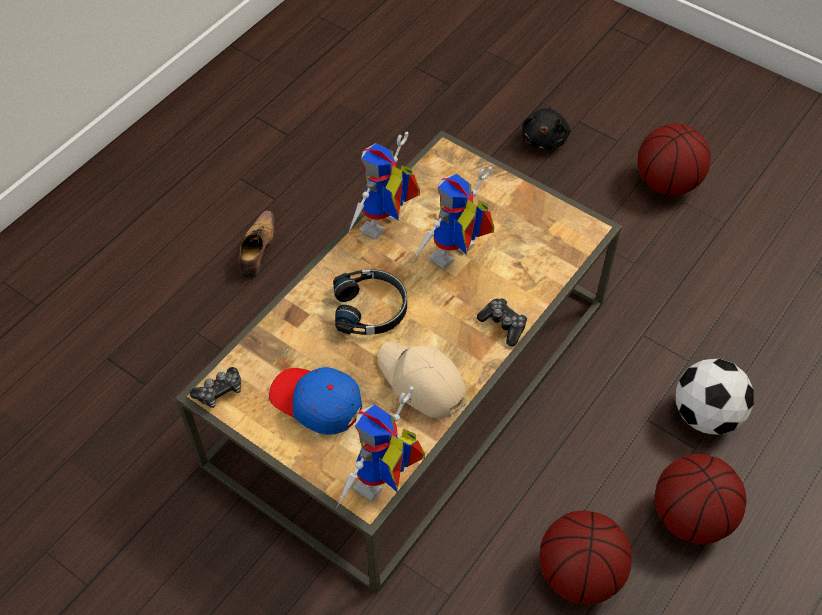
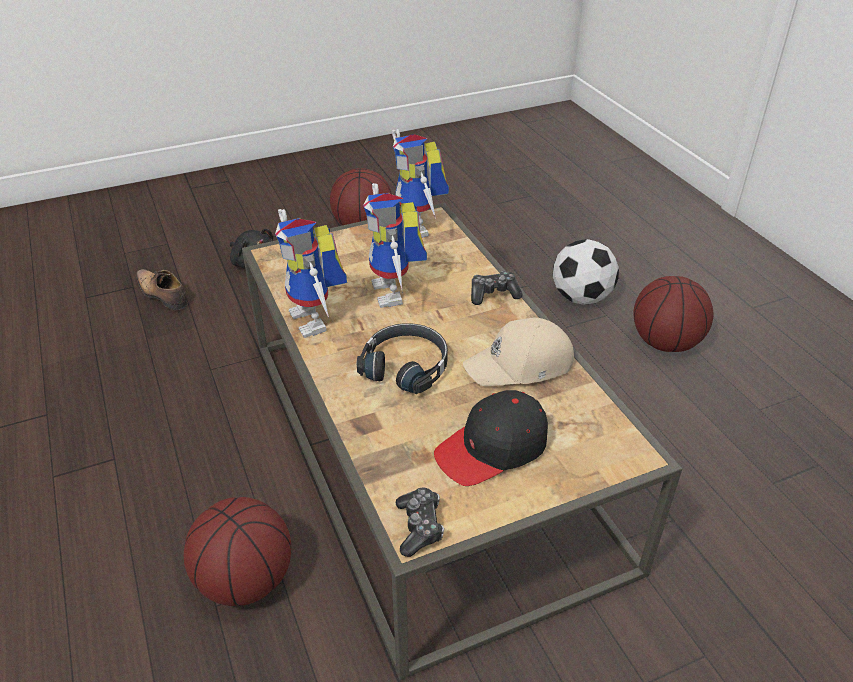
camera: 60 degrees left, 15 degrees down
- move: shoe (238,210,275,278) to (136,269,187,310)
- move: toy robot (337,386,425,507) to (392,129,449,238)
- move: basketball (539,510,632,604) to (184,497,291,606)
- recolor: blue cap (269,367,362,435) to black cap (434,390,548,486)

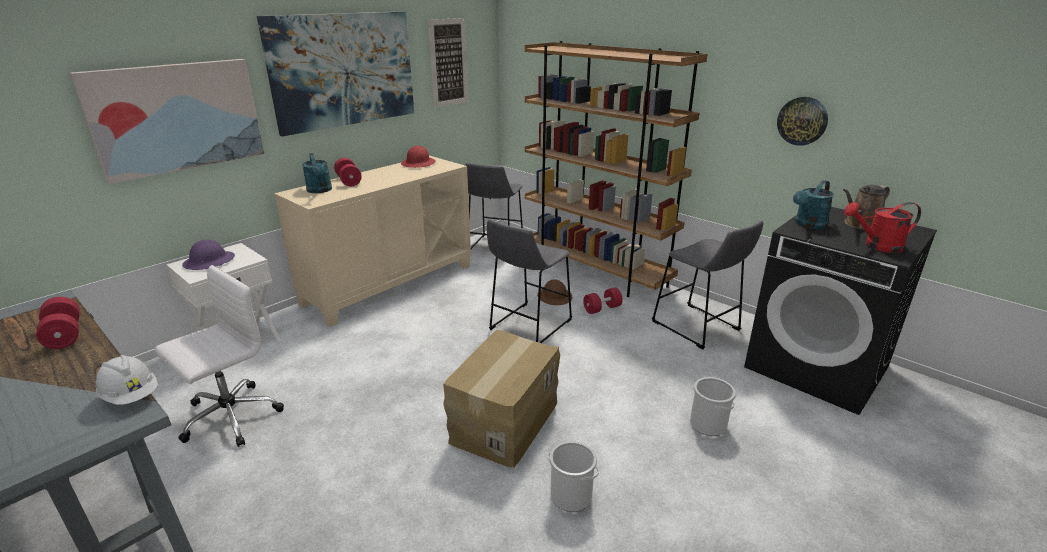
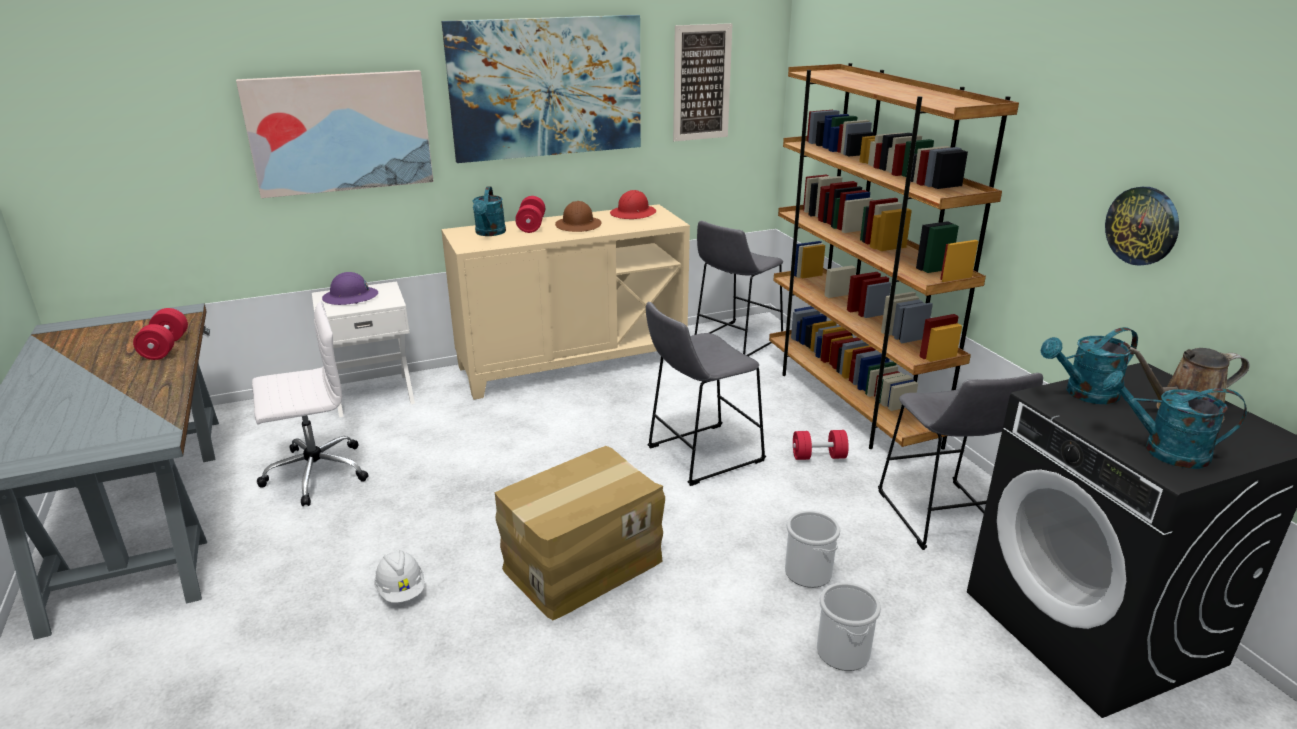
camera: 25 degrees right, 0 degrees up
- move: white hard hat (96,355,158,405) to (374,550,424,603)
- move: brown hard hat (537,279,572,305) to (555,201,601,232)
- move: bucket (548,441,599,512) to (785,511,841,588)
- recolor: red watering can (844,202,921,253) to turquoise watering can (1102,371,1247,469)

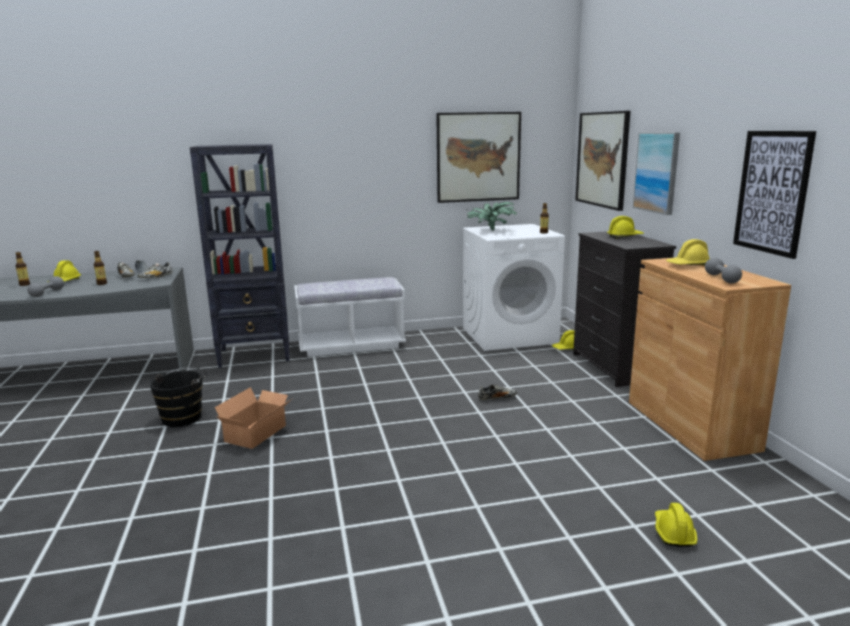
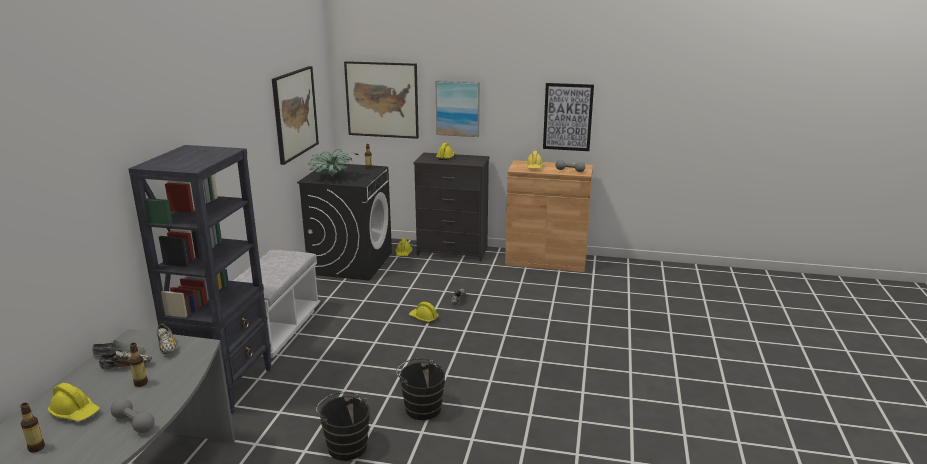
camera: 65 degrees left, 5 degrees up
- move: yellow hard hat (655,503,698,547) to (409,302,439,323)
- replace: cardboard box (215,387,293,449) to black bucket (396,359,445,420)
- recolor: white washing machine (462,224,565,351) to black washing machine (297,163,392,281)

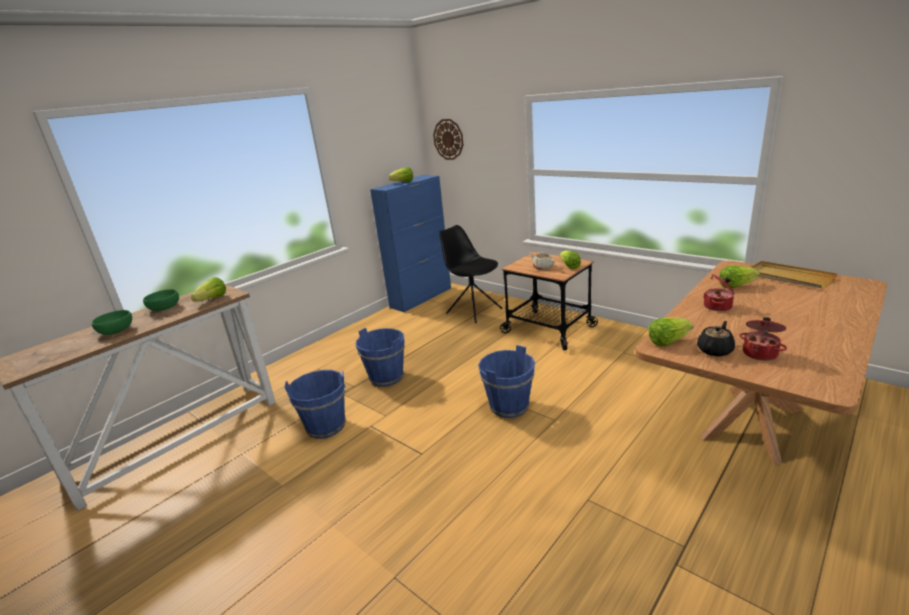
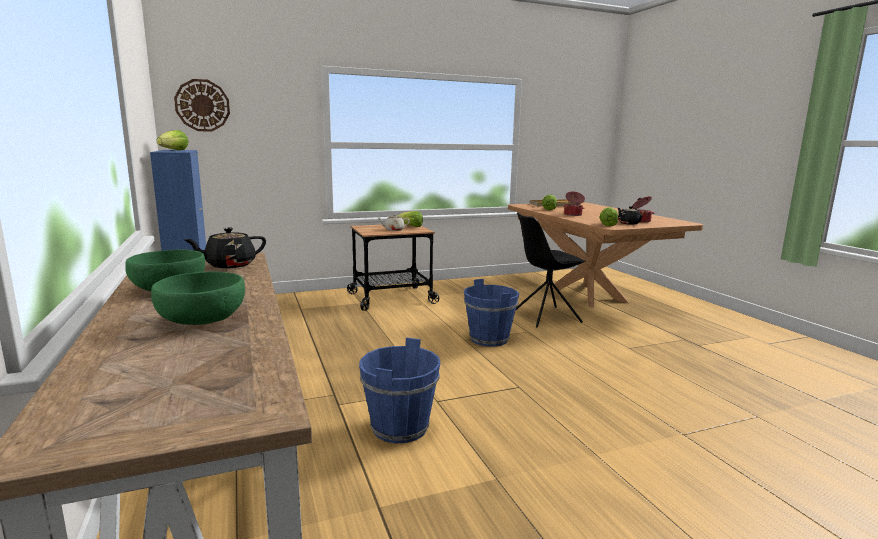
camera: 65 degrees left, 10 degrees down
- delete: blue bucket (356,328,405,387)
- move: black chair (439,225,502,323) to (515,212,587,328)
- replace: lettuce (191,277,226,302) to black teapot (184,228,266,268)

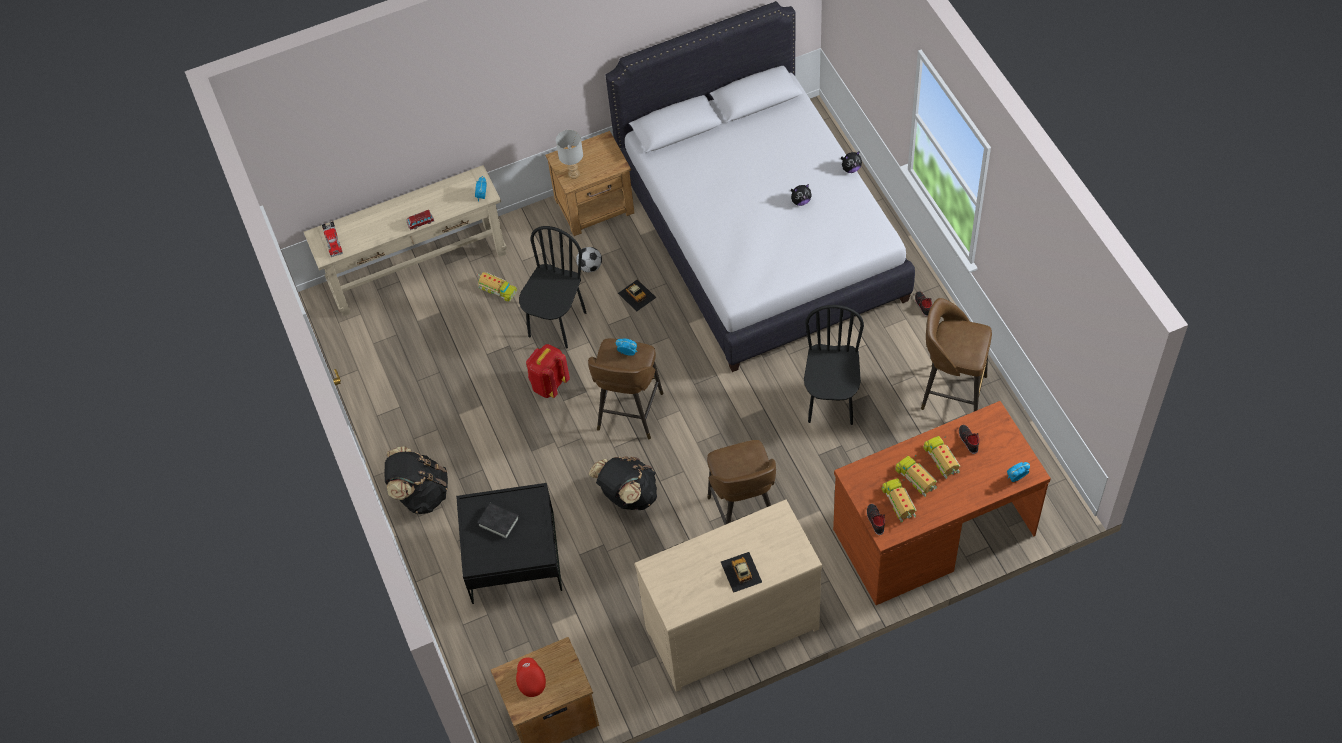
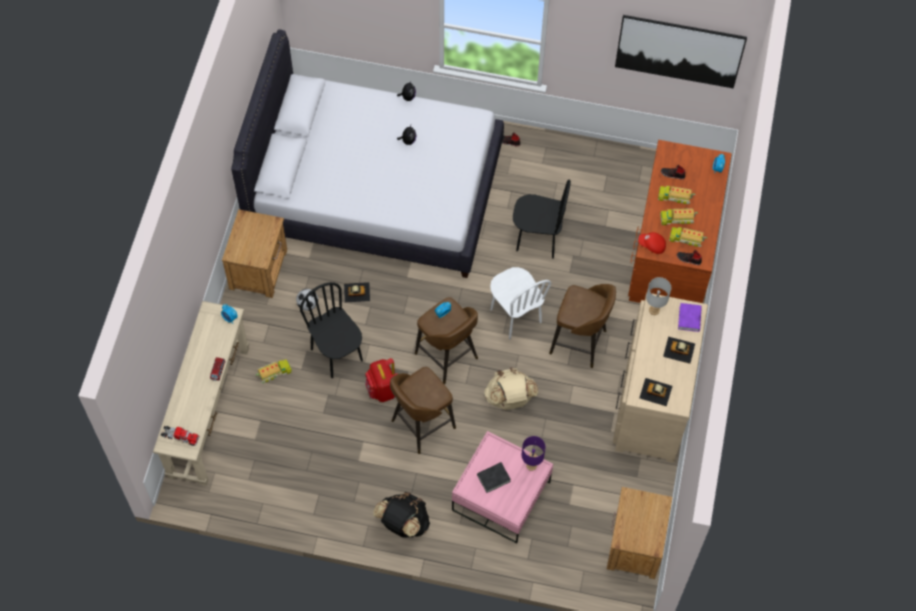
camera: 60 degrees left, 5 degrees up
- insert: white chair (490,267,551,340)
- insert: purple table lamp (522,436,545,471)
- insert: picture (615,15,747,89)
- insert: toy car (639,378,672,406)
- insert: purple book (678,303,702,332)
- move: red cap (516,657,546,697) to (638,232,666,254)
- move: grey table lamp (556,130,583,179) to (646,277,671,315)
- move: brown stool (921,298,992,411) to (390,367,456,454)
- recolor: black coffee table (456,483,562,604) to pink coffee table (452,431,553,543)
- recolor: black backpack (589,456,657,510) to beige backpack (484,368,538,410)
- rotate: black chair (804,305,864,425) = (513,180,571,259) 150 degrees clockwise

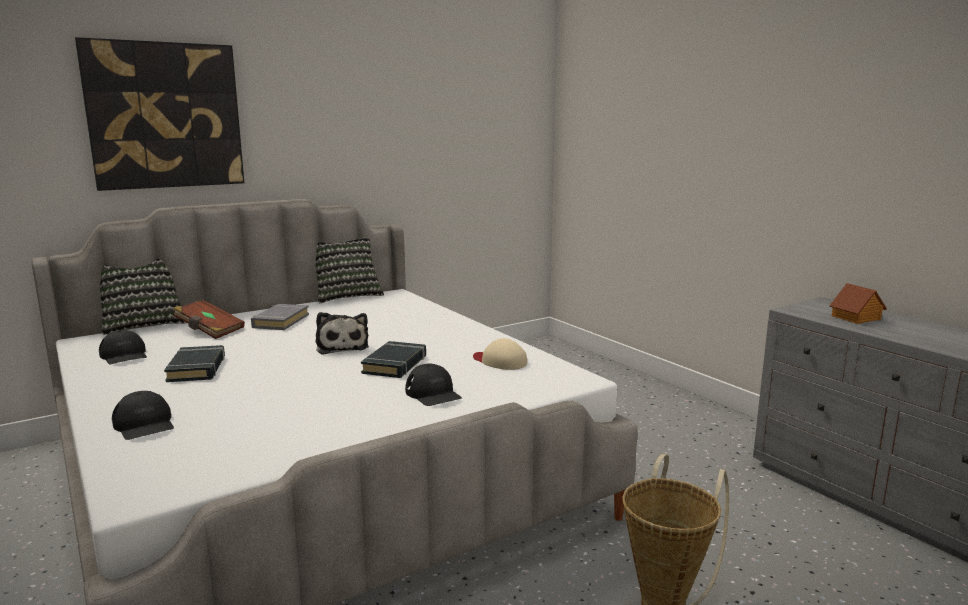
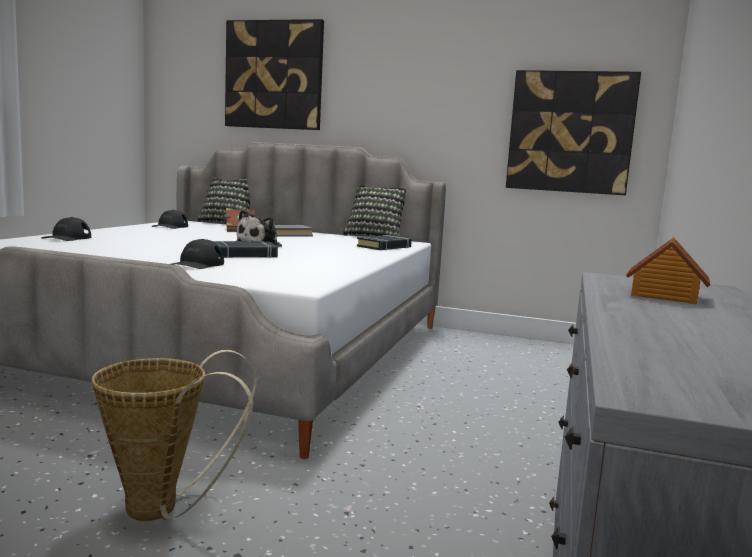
camera: 50 degrees right, 5 degrees down
- delete: beige cap (473,338,527,370)
- insert: picture (506,70,641,195)
- move: black book (164,345,225,382) to (357,235,412,250)

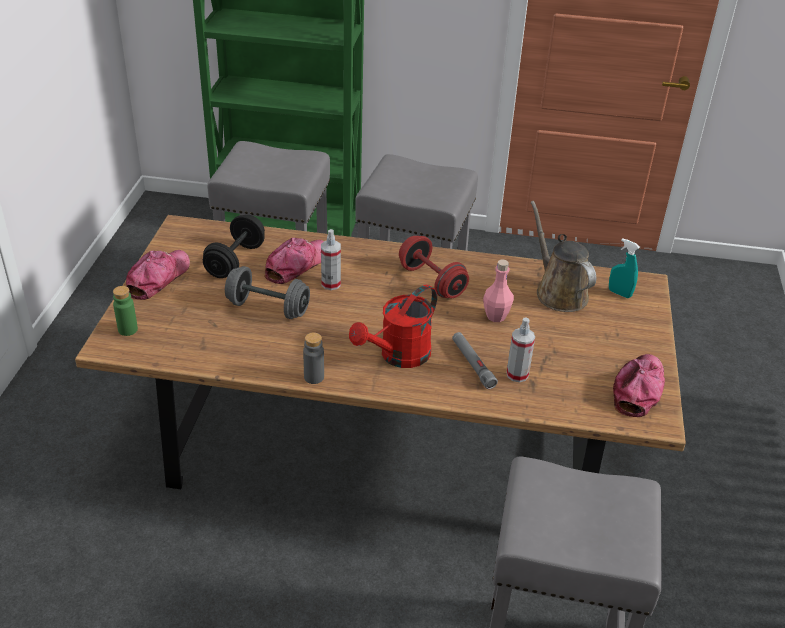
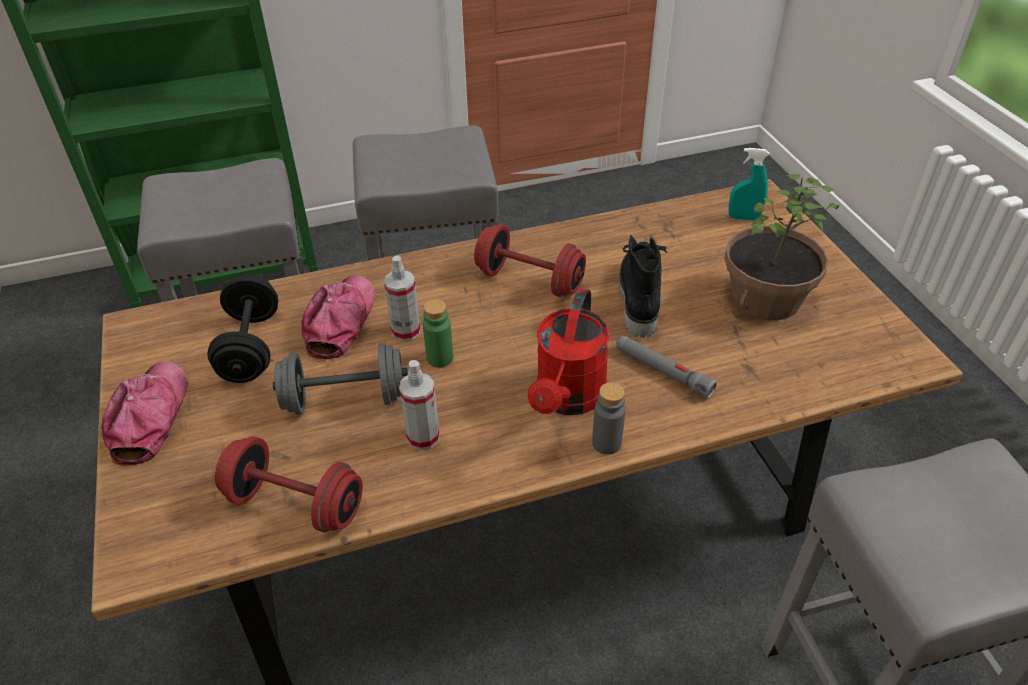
camera: 25 degrees left, 5 degrees up
- delete: brown watering can (530,201,596,312)
- delete: cap (613,354,665,417)
- insert: red dumbbell (215,436,363,532)
- insert: potted plant (725,174,839,320)
- move: green bottle (113,286,138,336) to (423,299,453,367)
- move: grey bottle (303,333,324,384) to (592,382,626,455)
- move: spray bottle (506,317,535,382) to (399,360,440,450)
- replace: pink bottle (483,260,514,322) to black boot (618,235,667,338)

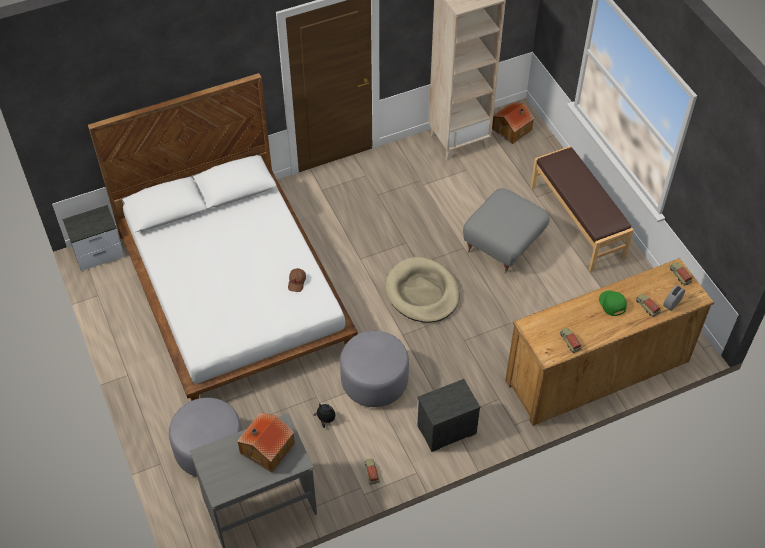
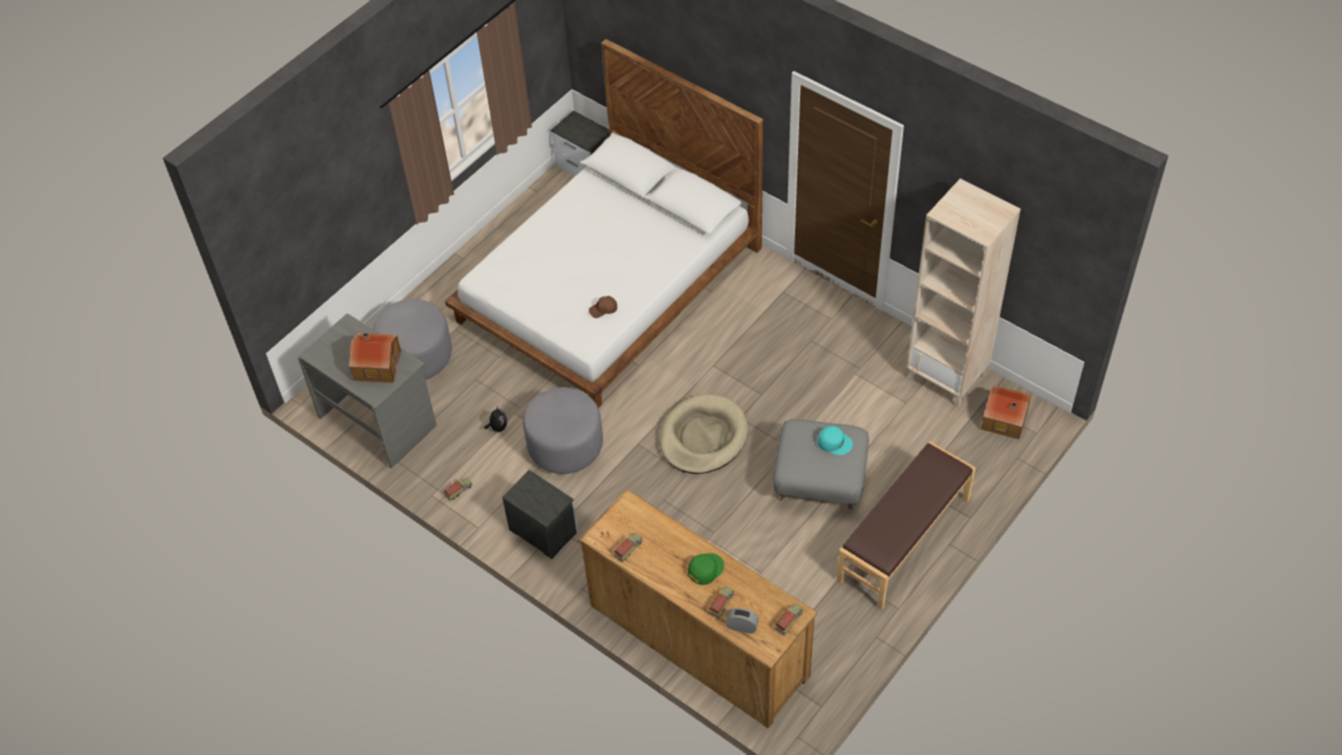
camera: 65 degrees right, 0 degrees up
- insert: turquoise cap (818,426,853,455)

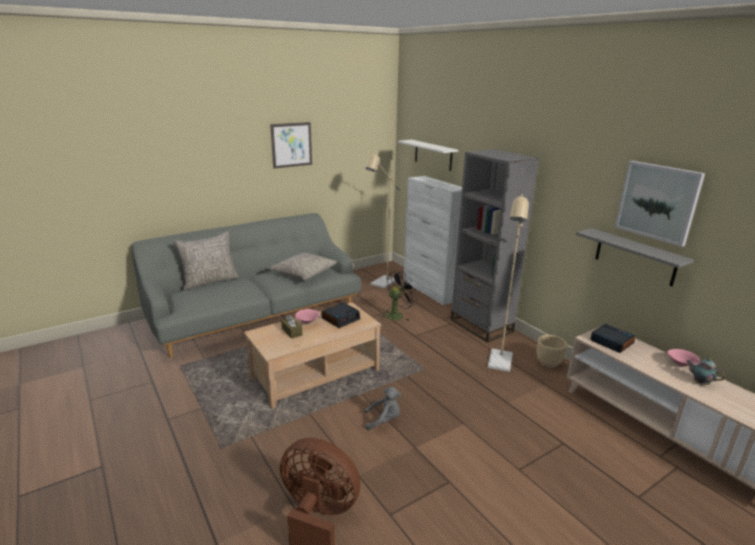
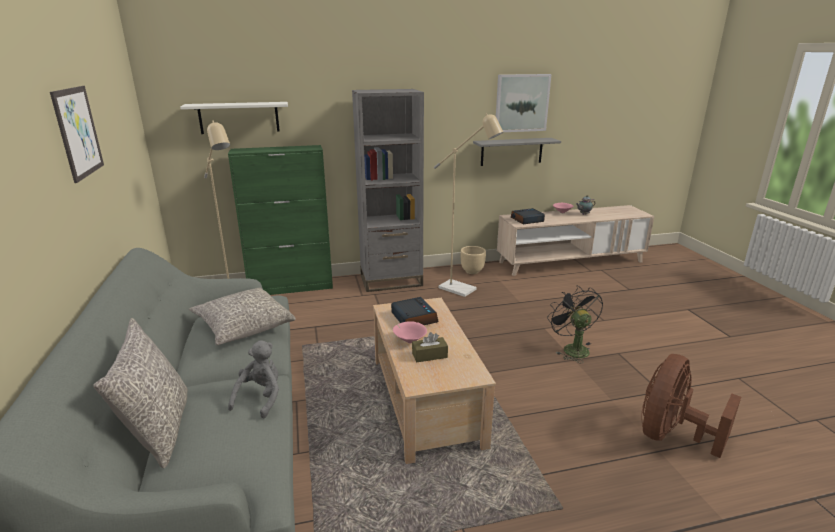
camera: 70 degrees left, 0 degrees up
- move: grey plush toy (364,387,401,430) to (228,340,279,418)
- move: black fan (381,271,417,321) to (547,286,603,363)
- recolor: white cabinet (404,176,462,305) to green cabinet (228,145,333,295)

